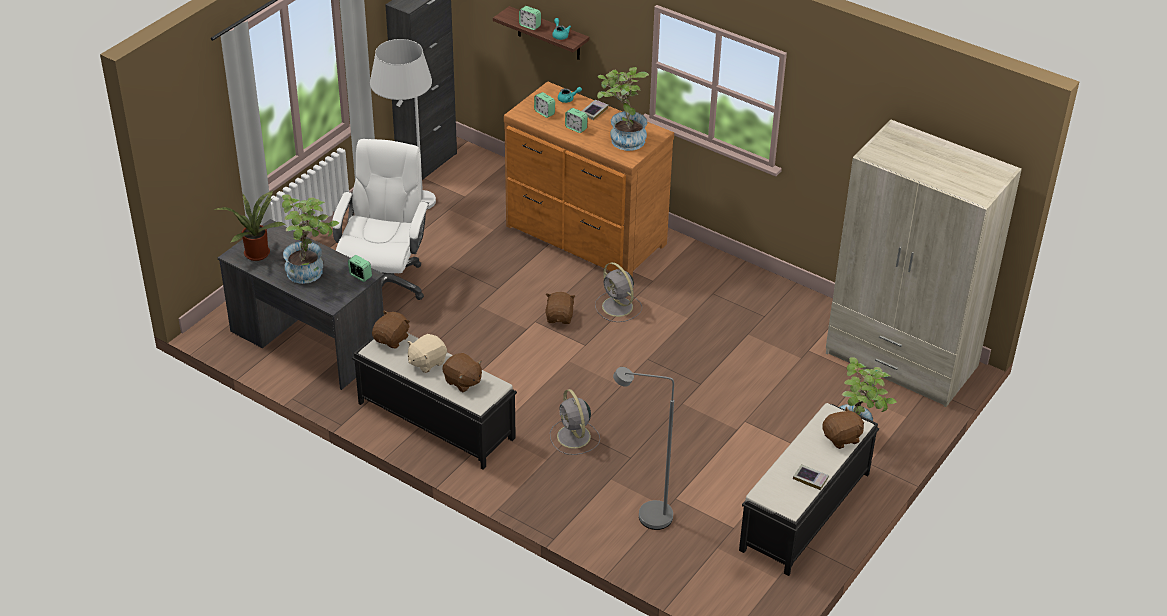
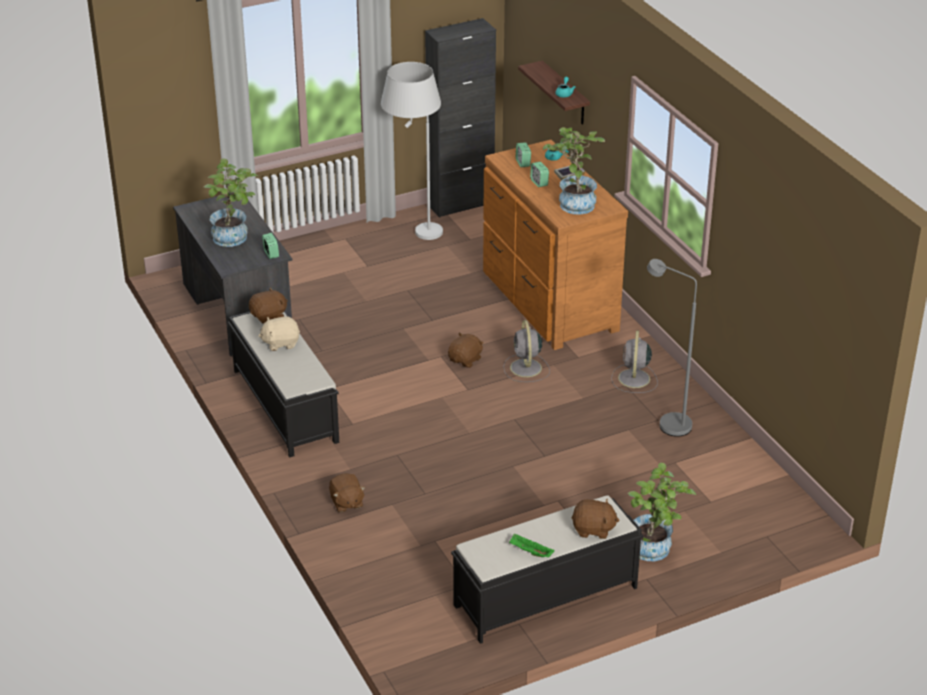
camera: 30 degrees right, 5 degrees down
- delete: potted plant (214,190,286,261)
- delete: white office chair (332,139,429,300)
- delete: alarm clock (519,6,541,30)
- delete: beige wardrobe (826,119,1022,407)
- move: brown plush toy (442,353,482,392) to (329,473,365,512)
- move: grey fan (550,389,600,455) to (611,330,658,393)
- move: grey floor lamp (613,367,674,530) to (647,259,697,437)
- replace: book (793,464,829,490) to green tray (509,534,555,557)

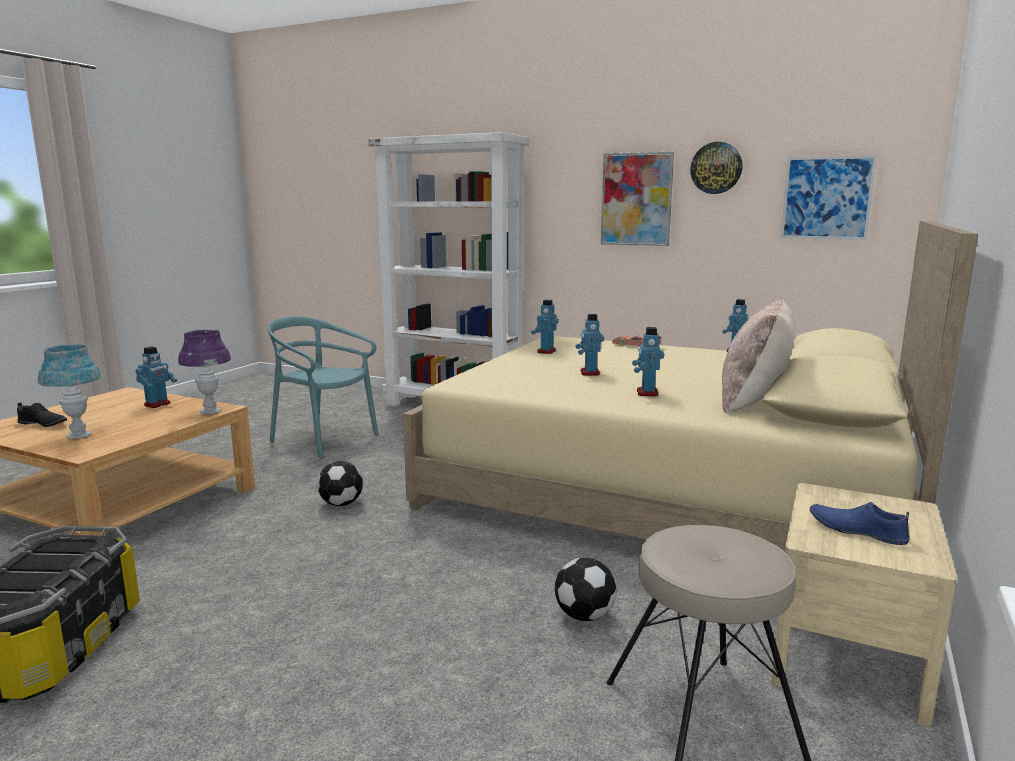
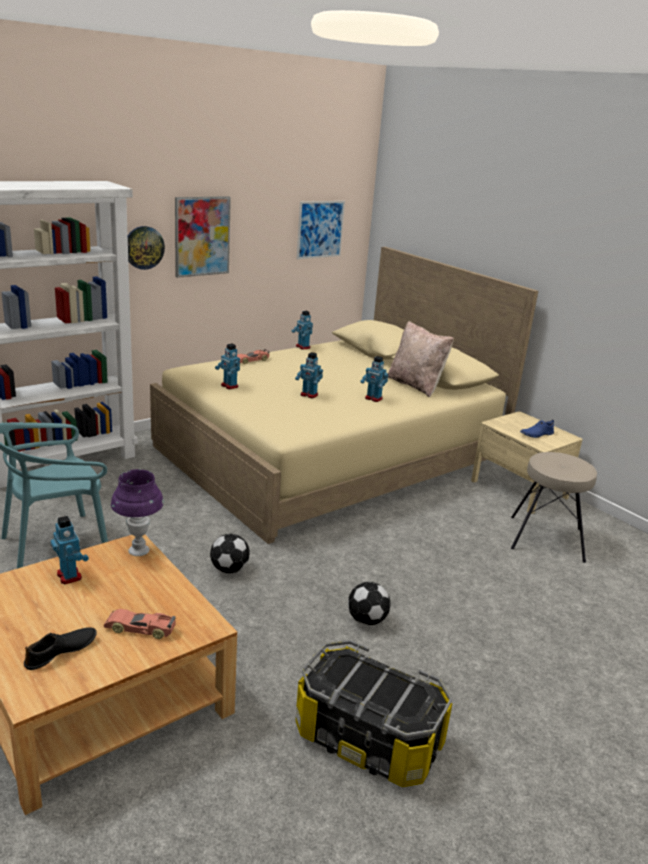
camera: 65 degrees left, 10 degrees up
- move: football (555,557,616,621) to (348,582,390,625)
- move: wall clock (690,142,742,194) to (128,226,165,270)
- replace: blue table lamp (38,345,101,439) to toy car (104,609,176,639)

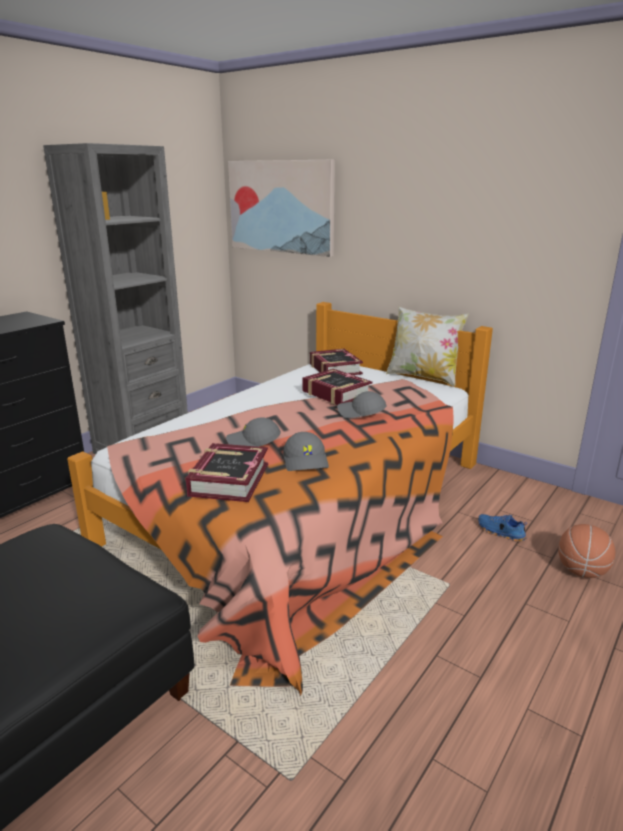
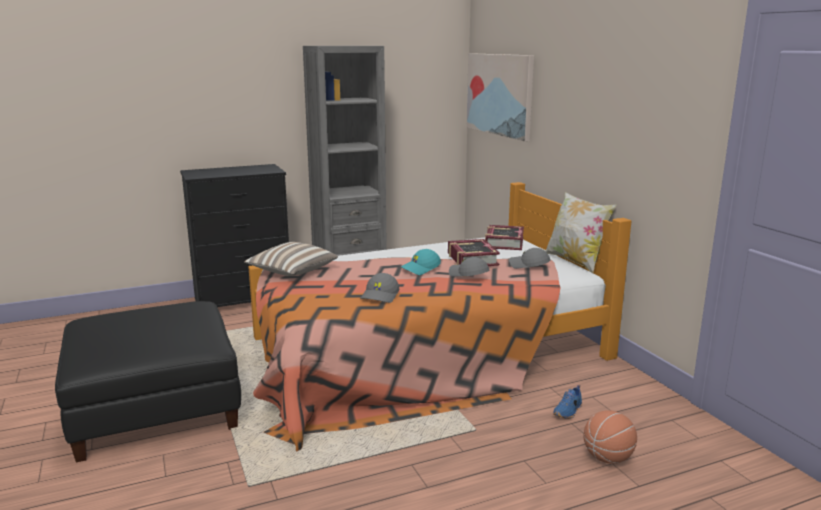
camera: 30 degrees right, 5 degrees down
- delete: book (186,443,268,502)
- insert: pillow (244,242,338,276)
- insert: turquoise cap (401,249,441,275)
- move: grey cap (226,417,281,447) to (509,248,550,269)
- rotate: blue shoe (478,514,527,542) = (553,385,582,419) 120 degrees counterclockwise

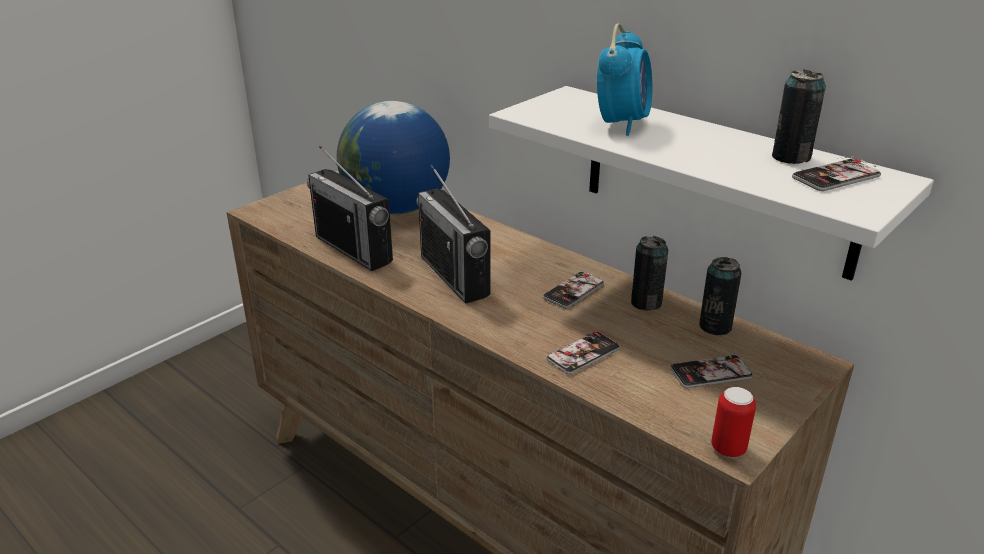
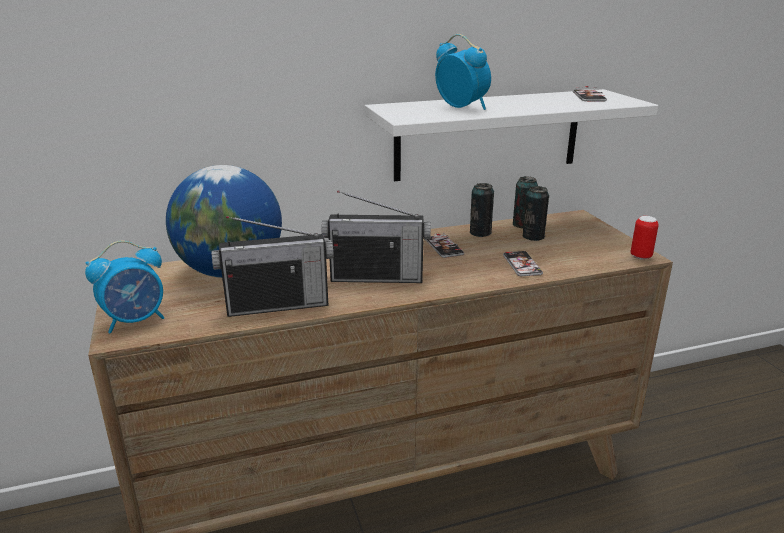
camera: 60 degrees left, 5 degrees down
- delete: phone (670,353,753,388)
- insert: alarm clock (85,241,165,333)
- move: can (772,70,826,164) to (523,186,549,241)

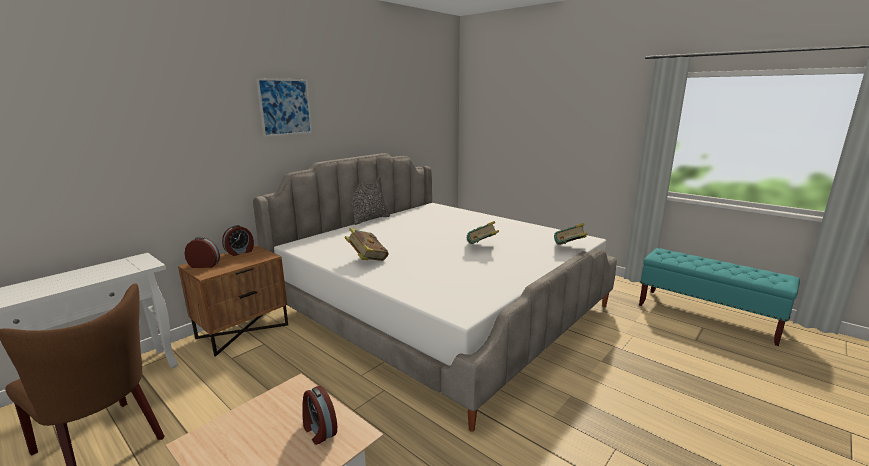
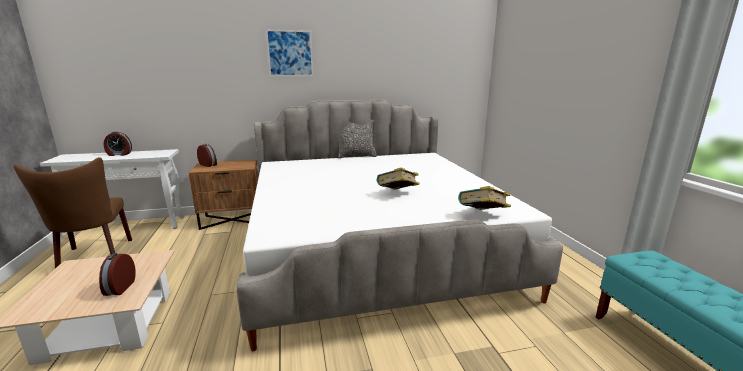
camera: 35 degrees right, 0 degrees up
- delete: book (344,228,388,261)
- move: alarm clock (222,225,254,256) to (104,132,132,156)

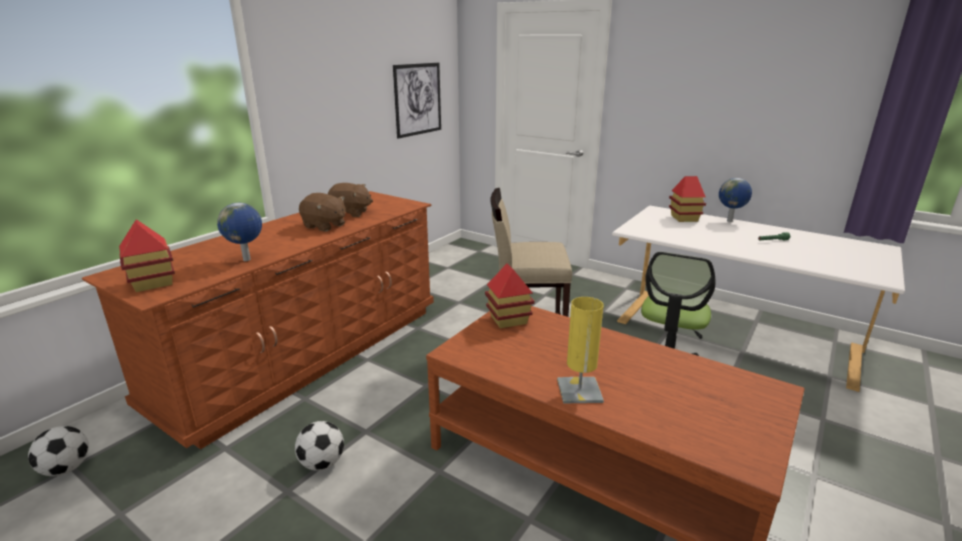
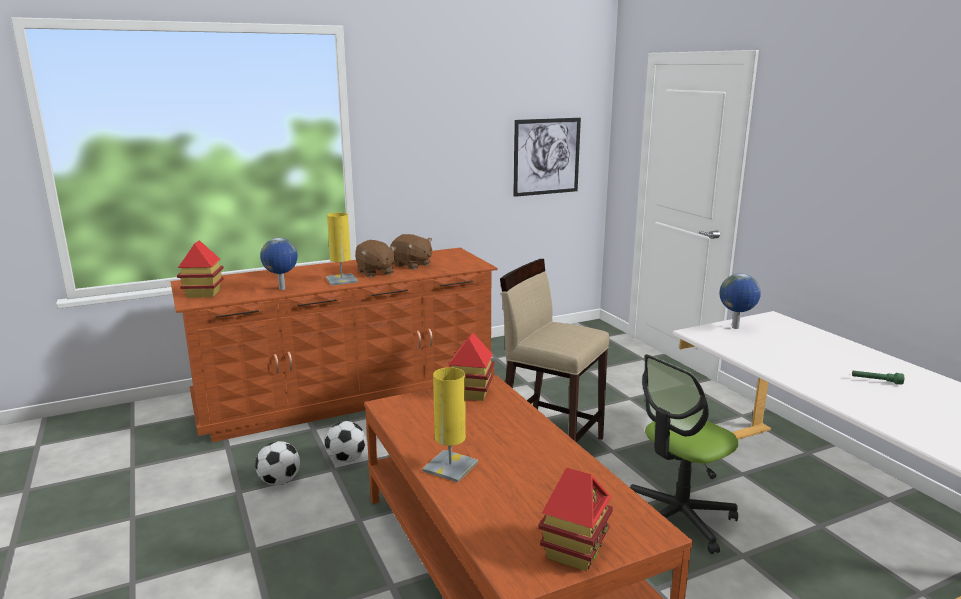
camera: 30 degrees right, 5 degrees down
- insert: yellow table lamp (326,212,358,286)
- move: football (28,426,89,476) to (325,421,366,463)
- move: toy house (669,176,706,222) to (538,468,613,571)
- move: globe (719,178,752,222) to (720,273,761,329)

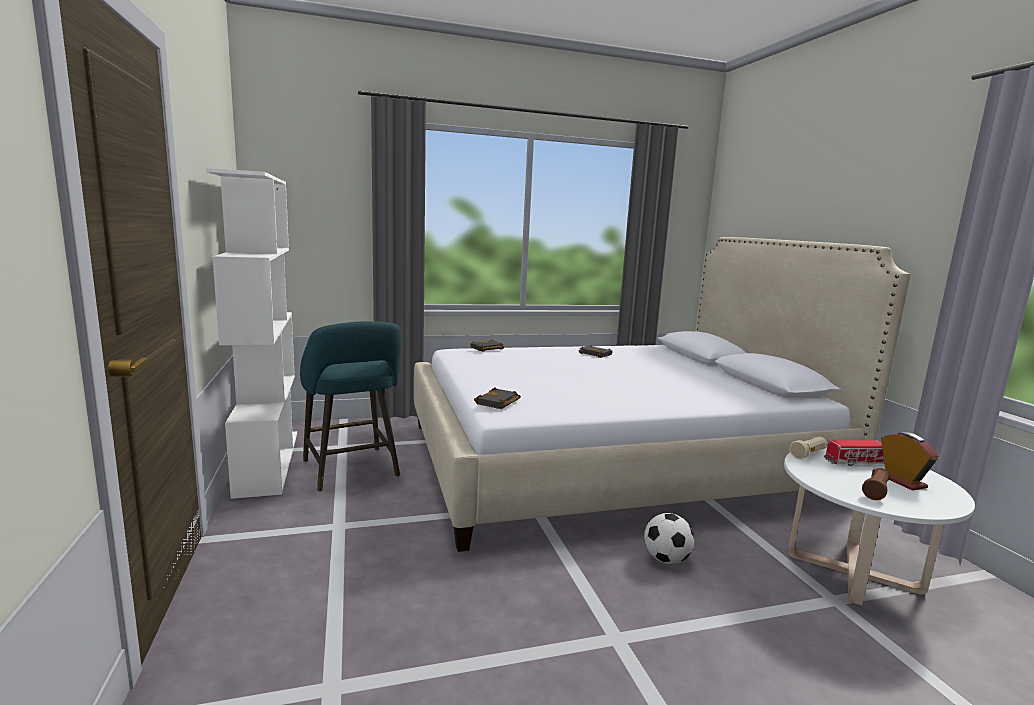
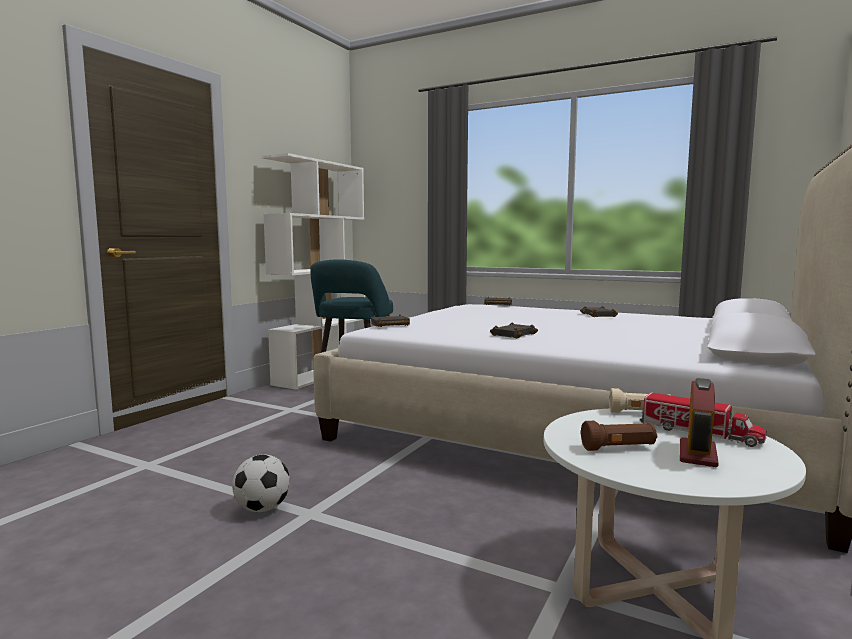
camera: 45 degrees right, 5 degrees down
- insert: black book (490,322,538,338)
- move: football (644,513,694,564) to (232,455,290,512)

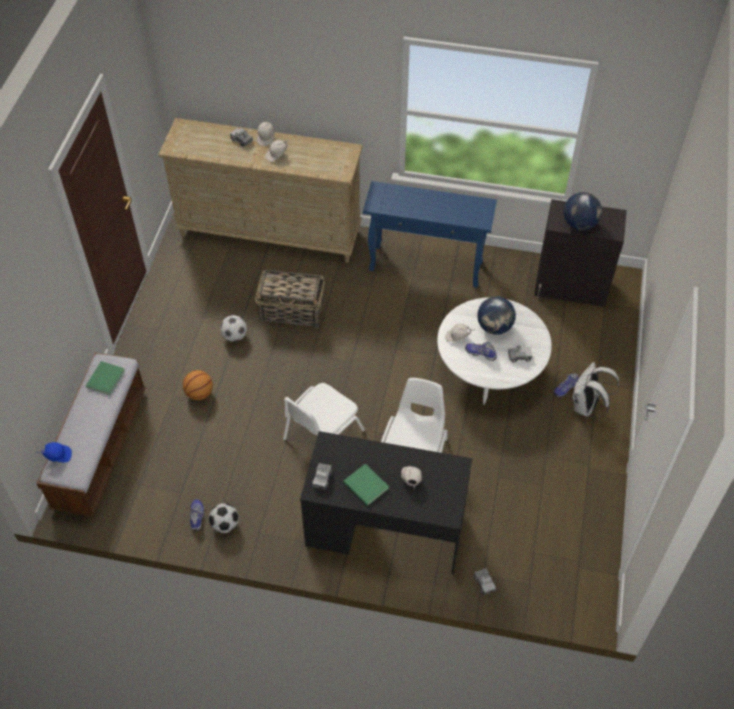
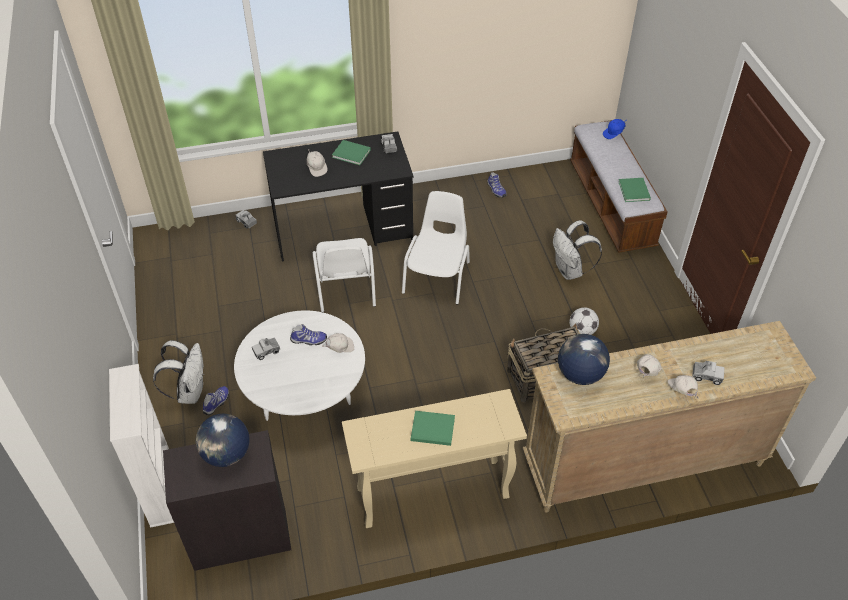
camera: 155 degrees right, 5 degrees down
- delete: football (209,503,239,533)
- insert: white bookcase (109,364,174,528)
- insert: green book (411,411,455,446)
- move: globe (477,297,516,335) to (558,334,610,385)
- replace: basketball (183,370,213,400) to white backpack (553,220,602,280)
- recolor: blue console table (363,181,497,288) to beige console table (342,389,527,528)

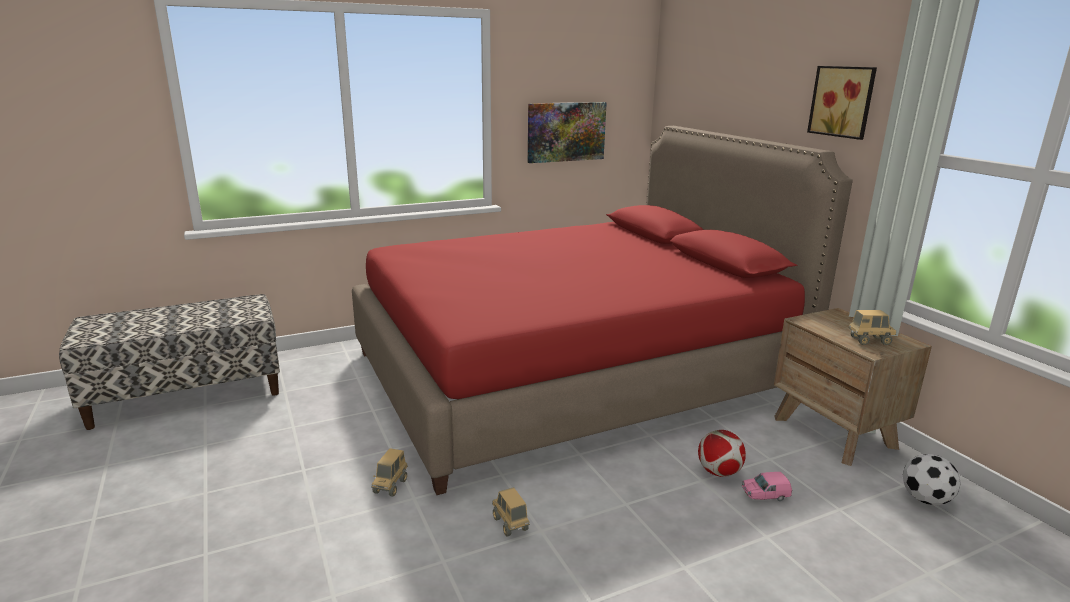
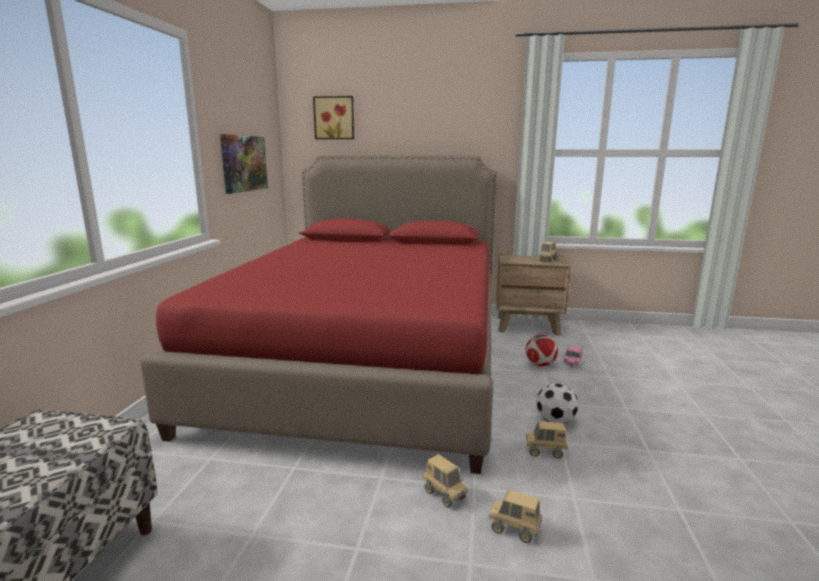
camera: 55 degrees left, 5 degrees down
- insert: toy truck (488,489,542,543)
- move: picture (807,66,877,140) to (313,96,354,139)
- move: football (903,454,961,505) to (536,383,579,424)

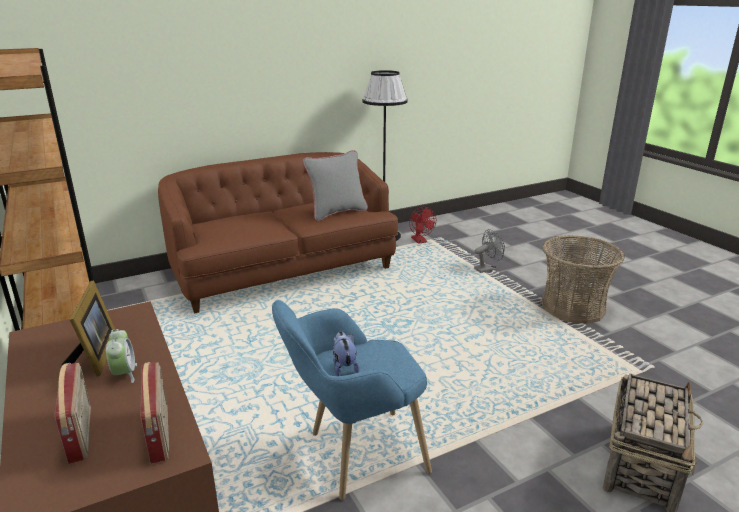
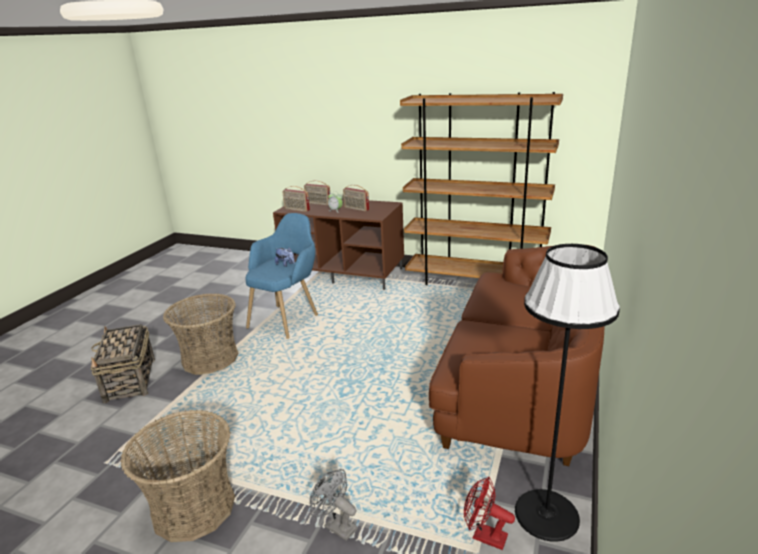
camera: 140 degrees right, 0 degrees up
- delete: grey pillow (303,150,368,221)
- insert: basket (163,293,238,375)
- replace: picture frame (61,281,116,377) to radio (343,185,369,212)
- rotate: grey fan (474,229,505,273) = (310,469,358,541) 105 degrees clockwise

